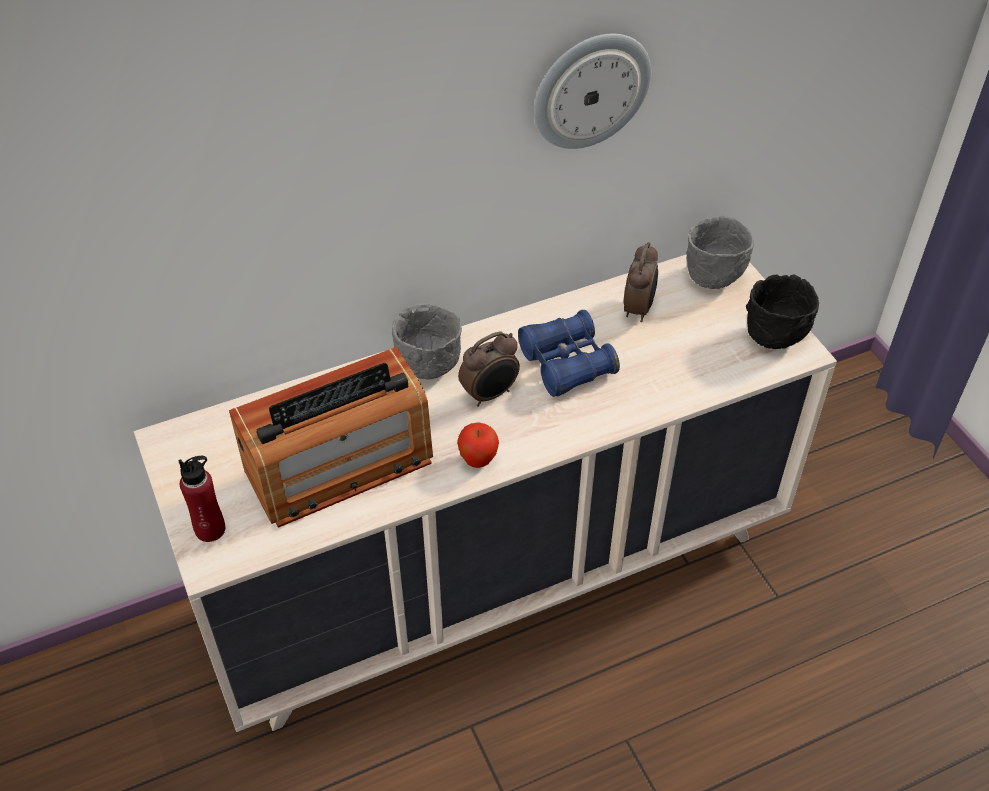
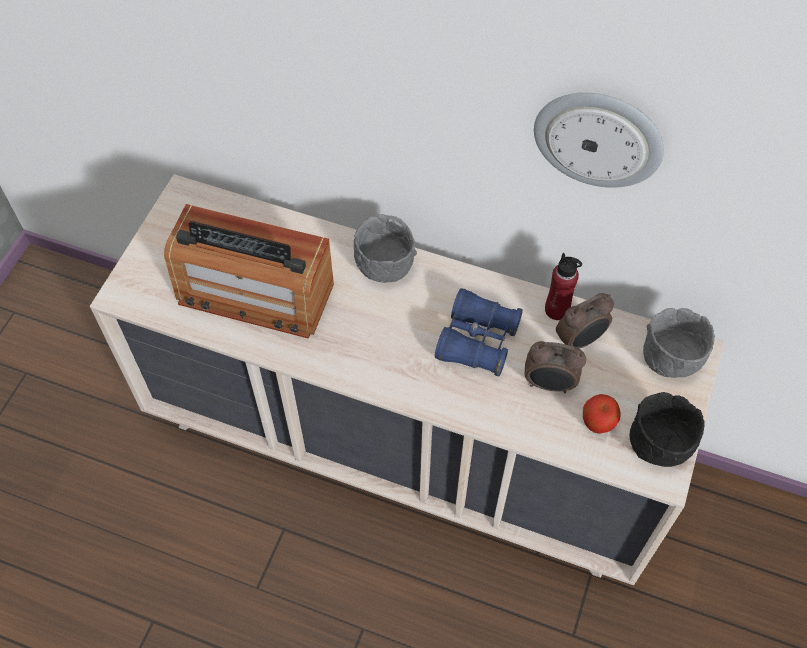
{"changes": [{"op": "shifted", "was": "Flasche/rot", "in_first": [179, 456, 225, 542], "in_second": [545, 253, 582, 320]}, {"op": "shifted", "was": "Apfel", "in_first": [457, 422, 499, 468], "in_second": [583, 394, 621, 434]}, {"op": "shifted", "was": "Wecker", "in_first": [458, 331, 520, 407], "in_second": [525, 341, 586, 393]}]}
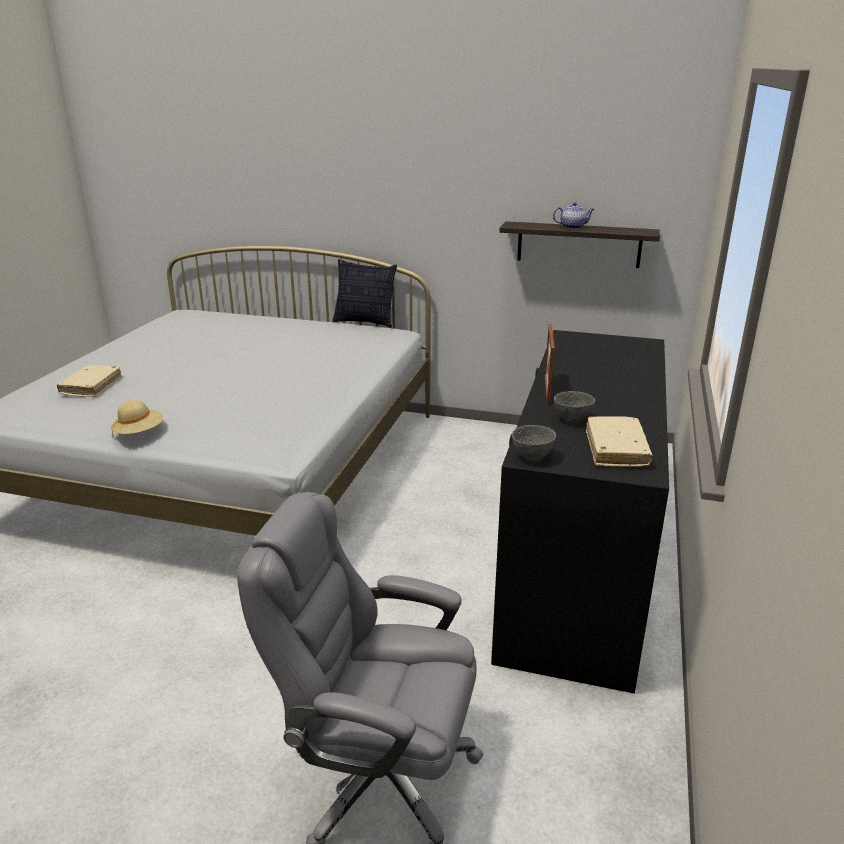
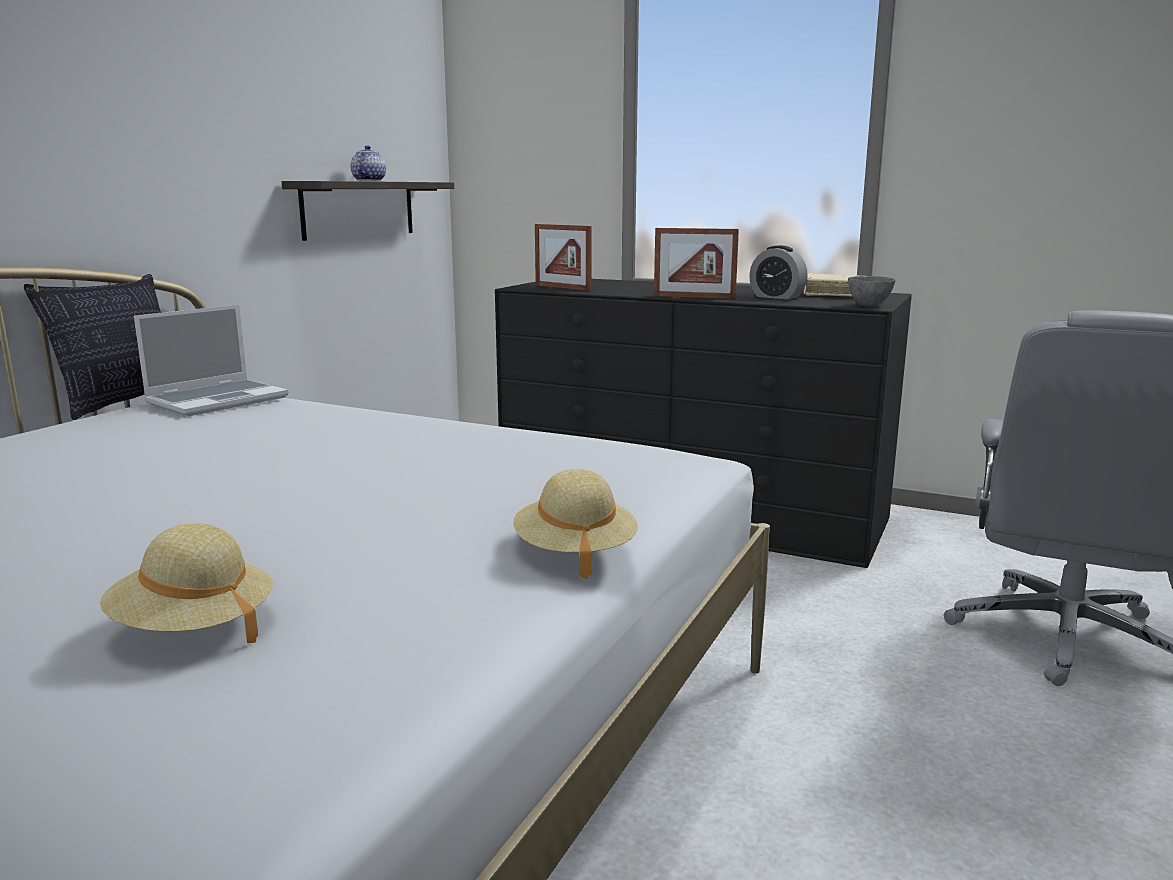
{"changes": [{"op": "new", "now": "Laptop", "in_second": [134, 305, 289, 416]}, {"op": "new", "now": "Bilderrahmen", "in_second": [535, 224, 592, 291]}, {"op": "swapped", "was": "Buch/beige", "now": "Hut/beige", "in_first": [57, 365, 121, 397], "in_second": [100, 523, 273, 643]}, {"op": "swapped", "was": "Schüssel/grau", "now": "Wecker", "in_first": [554, 391, 595, 423], "in_second": [749, 245, 808, 299]}]}
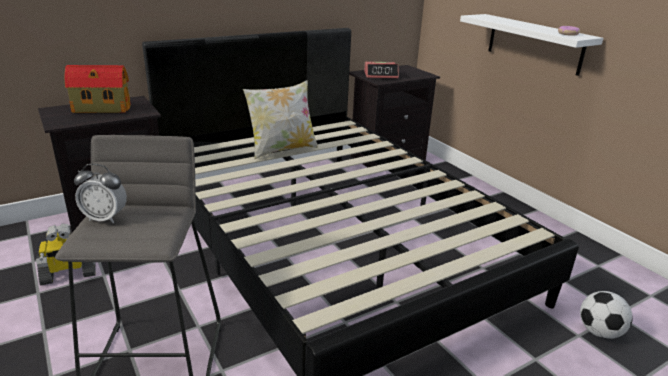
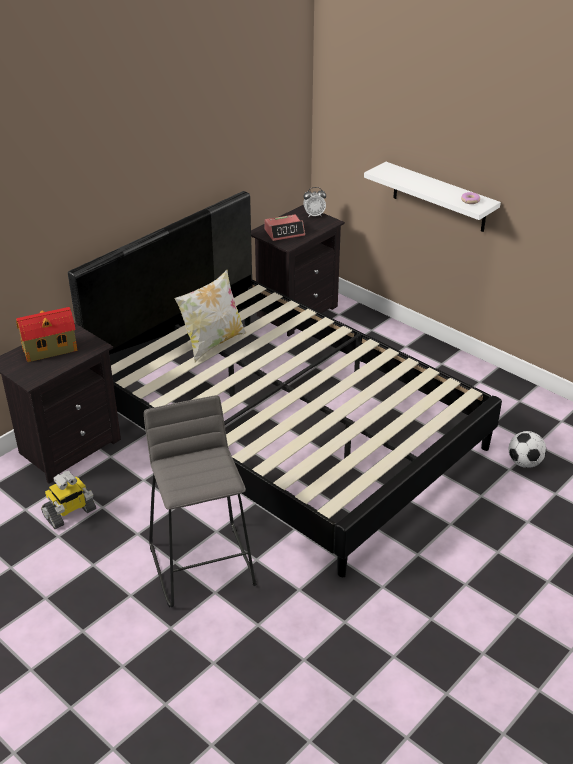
{"changes": [{"op": "shifted", "was": "Wecker", "in_first": [74, 164, 127, 224], "in_second": [303, 187, 326, 217]}]}
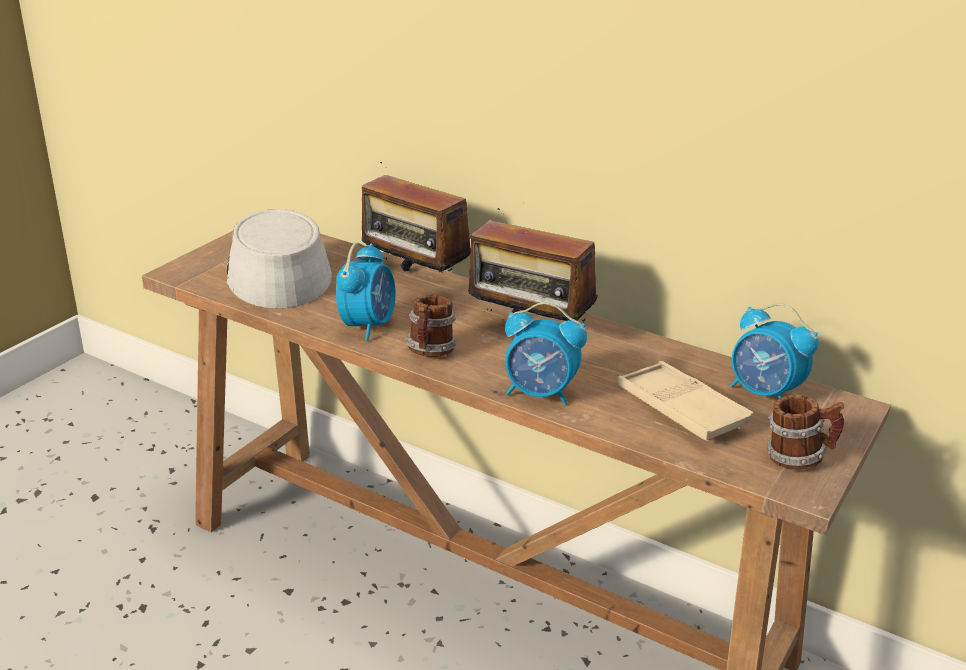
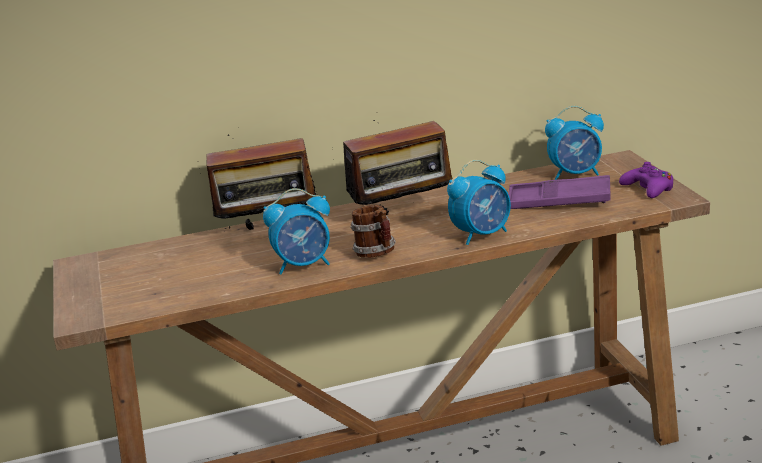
{"changes": [{"op": "gone", "was": "Hut/grau", "in_first": [227, 209, 332, 308]}, {"op": "swapped", "was": "Henkelbecher", "now": "Gamepad/lila", "in_first": [767, 395, 844, 470], "in_second": [619, 162, 674, 198]}, {"op": "repainted", "was": "Tablett/beige", "now": "Tablett/lila", "in_first": [617, 361, 754, 441], "in_second": [508, 175, 611, 209]}, {"op": "rotated", "was": "Wecker", "in_first": [336, 243, 396, 341], "in_second": [263, 188, 330, 274], "clockwise": 105}]}
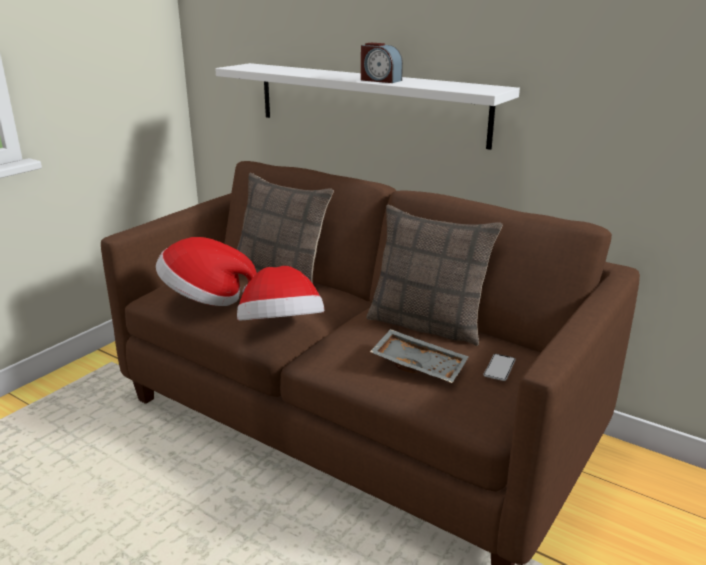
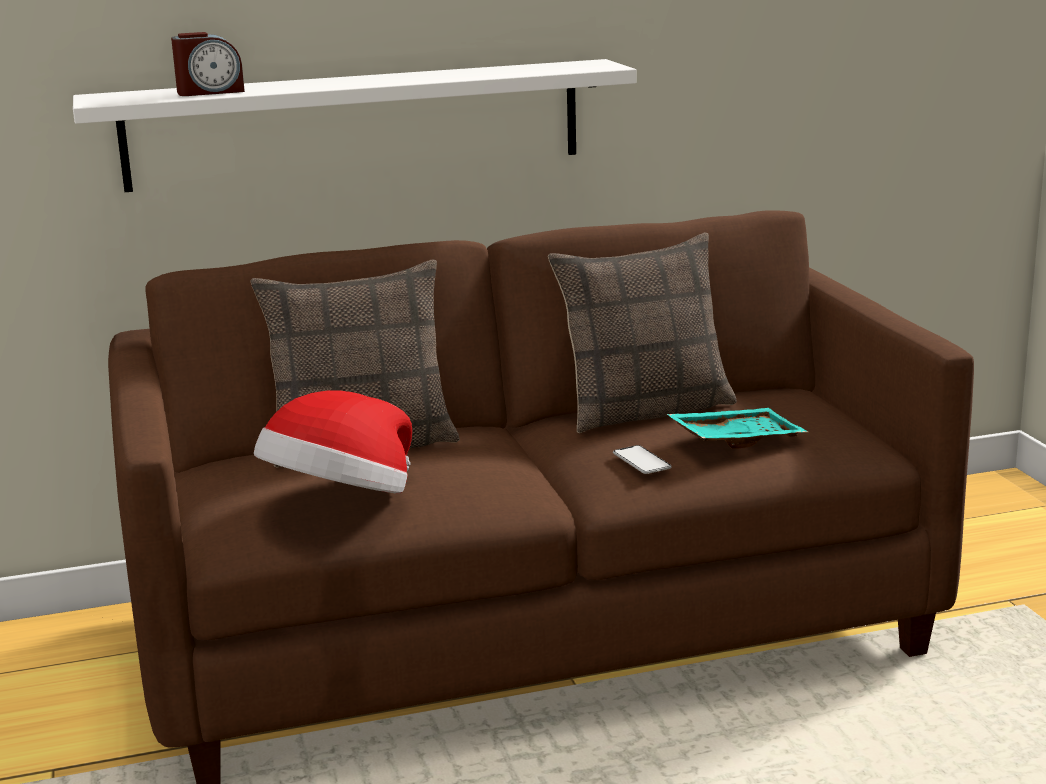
{"changes": [{"op": "gone", "was": "Hut", "in_first": [237, 266, 324, 321]}, {"op": "shifted", "was": "Wecker", "in_first": [361, 43, 403, 83], "in_second": [171, 32, 245, 96]}, {"op": "shifted", "was": "Handy", "in_first": [483, 354, 516, 381], "in_second": [613, 445, 672, 474]}, {"op": "repainted", "was": "Tablett/grau", "now": "Tablett/türkis", "in_first": [370, 329, 469, 383], "in_second": [666, 408, 808, 449]}]}
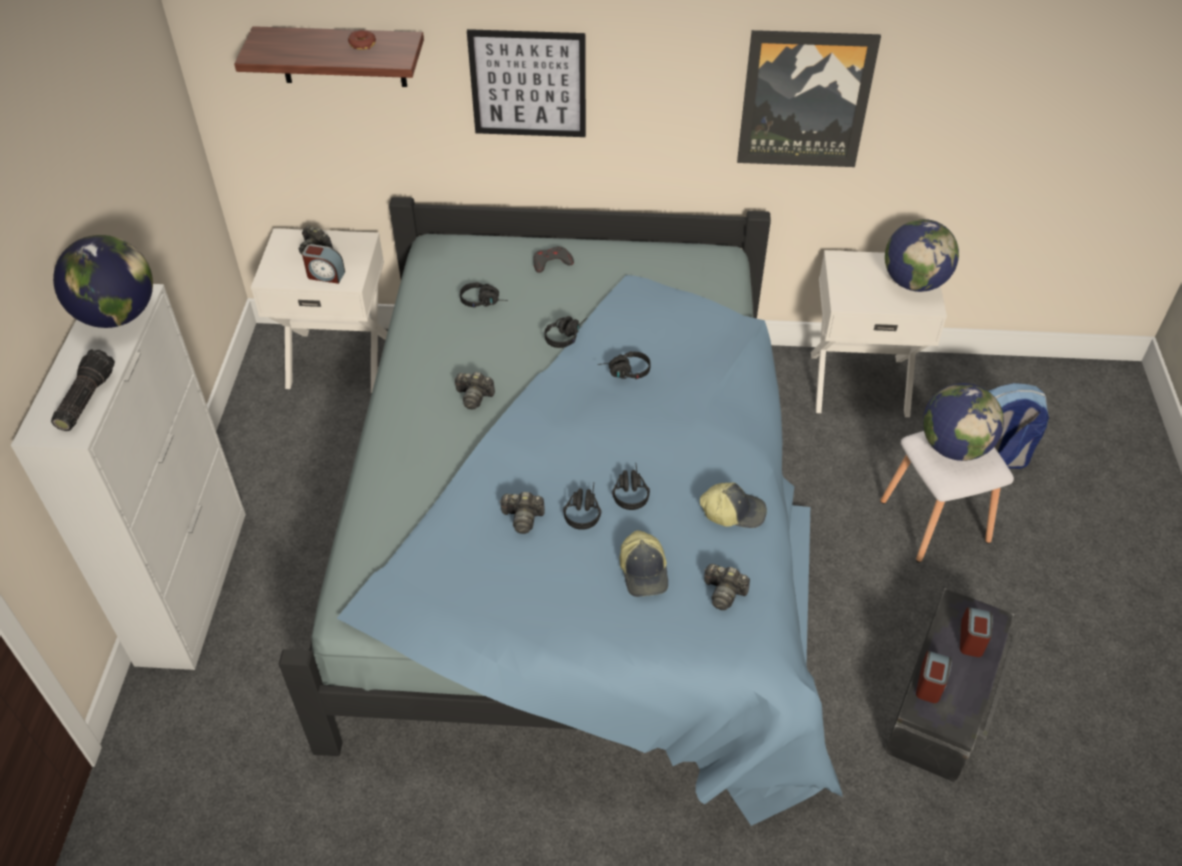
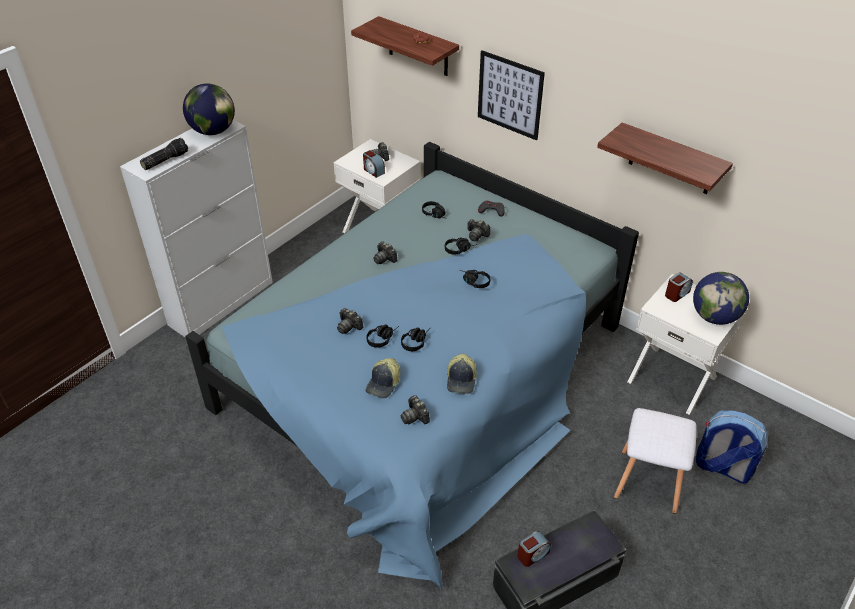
{"changes": [{"op": "gone", "was": "Globus", "in_first": [923, 383, 1004, 461]}, {"op": "new", "now": "Kamera", "in_second": [467, 219, 490, 241]}, {"op": "shifted", "was": "Wecker", "in_first": [960, 607, 993, 657], "in_second": [665, 273, 693, 302]}, {"op": "swapped", "was": "Bild", "now": "Wandregal", "in_first": [737, 30, 881, 167], "in_second": [597, 122, 733, 194]}, {"op": "rotated", "was": "Kappe", "in_first": [700, 482, 767, 528], "in_second": [447, 354, 477, 394], "clockwise": 60}]}
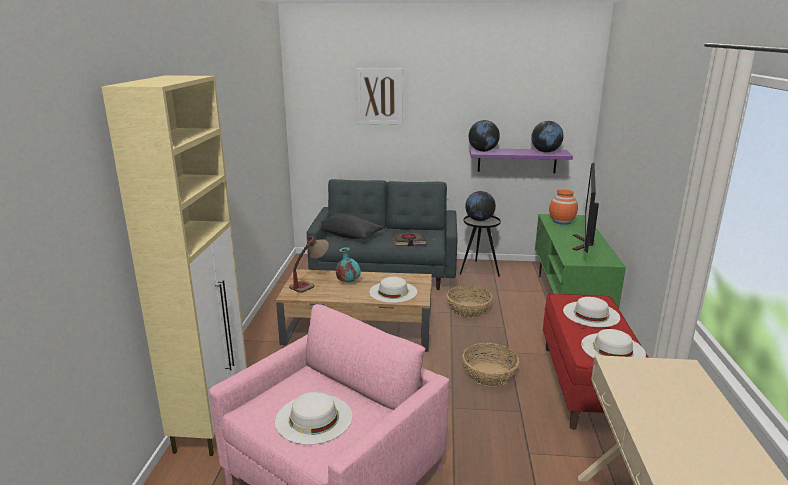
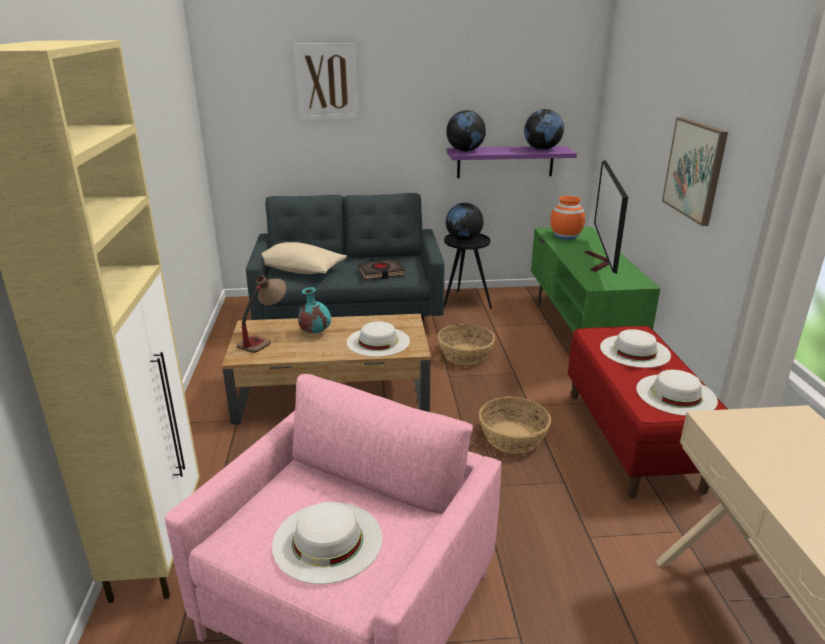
{"changes": [{"op": "new", "now": "Bild", "in_second": [662, 117, 728, 226]}, {"op": "repainted", "was": "Kissen/schwarz", "now": "Kissen/beige", "in_first": [321, 214, 384, 239], "in_second": [262, 242, 347, 274]}]}
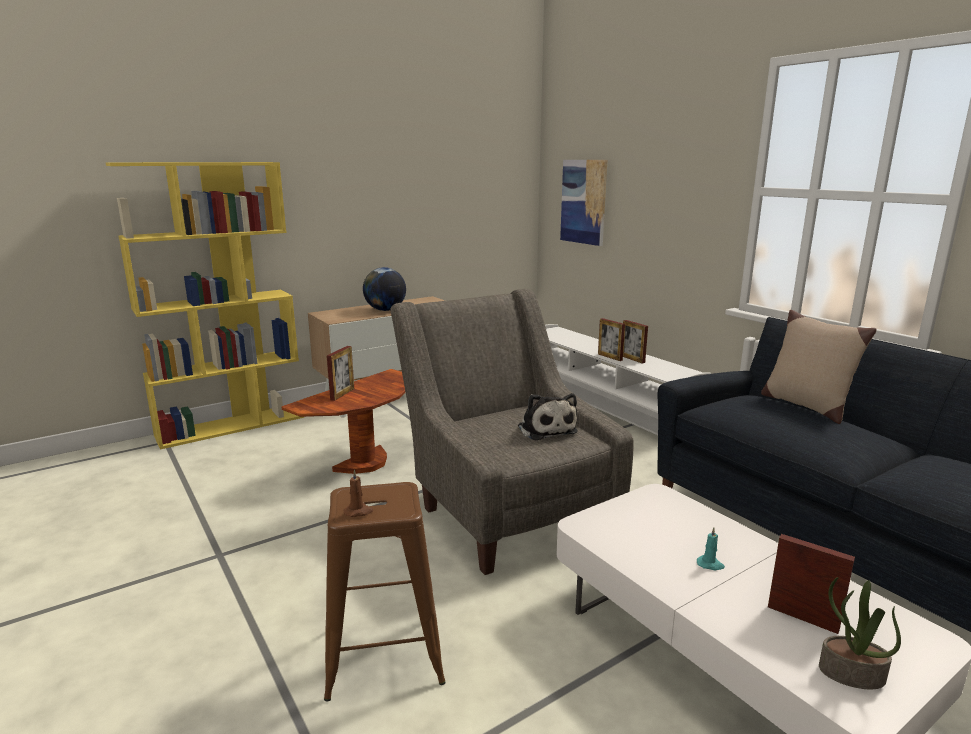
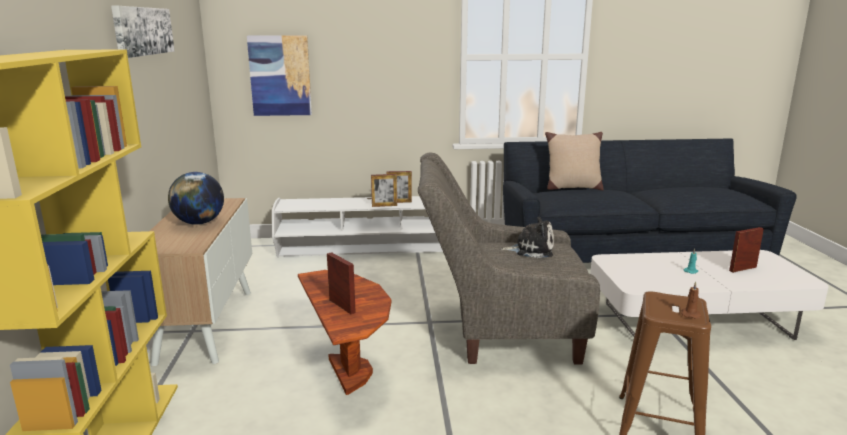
{"changes": [{"op": "gone", "was": "Topfpflanze", "in_first": [819, 577, 901, 690]}, {"op": "new", "now": "Bild", "in_second": [111, 6, 174, 58]}]}
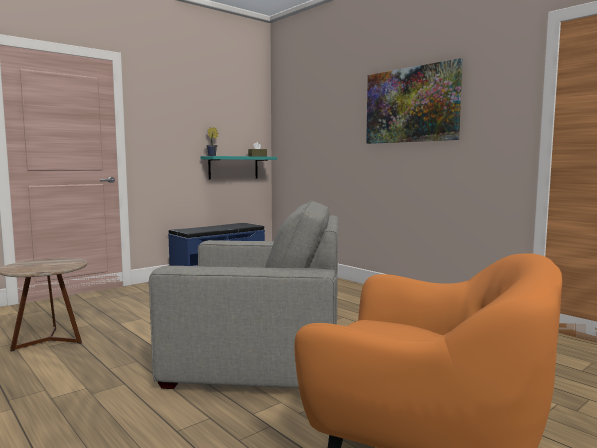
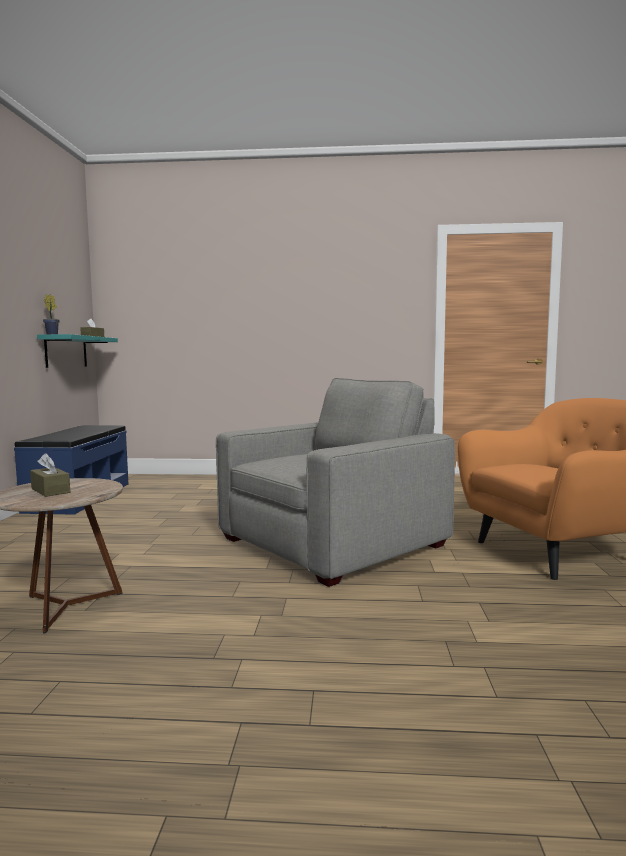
{"changes": [{"op": "gone", "was": "Bild", "in_first": [366, 58, 463, 144]}, {"op": "new", "now": "Taschentuchbox/braun", "in_second": [30, 453, 70, 497]}]}
